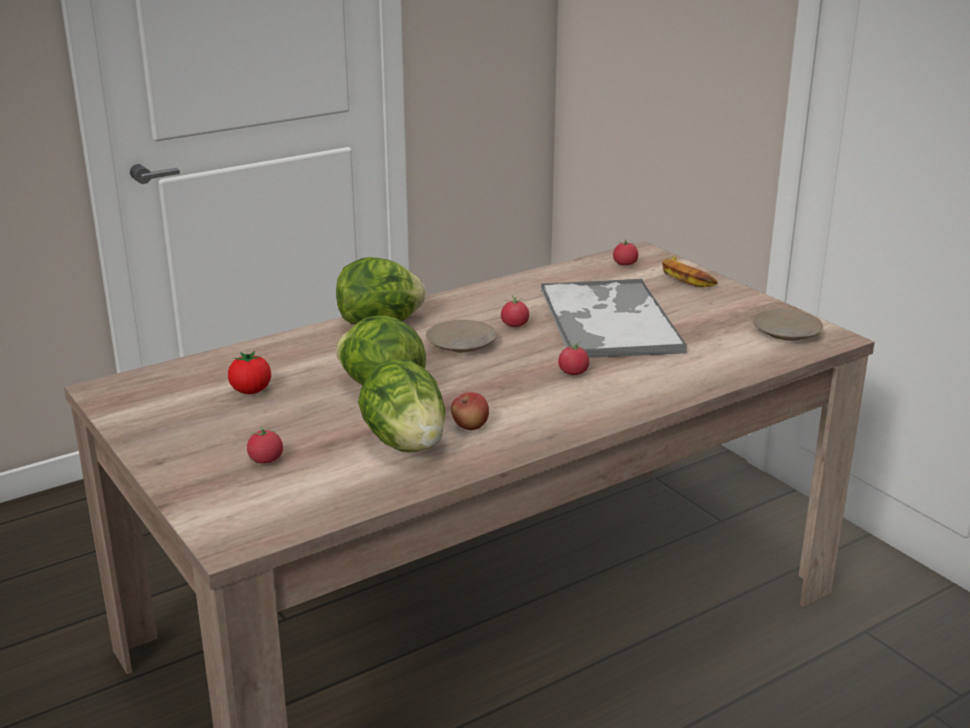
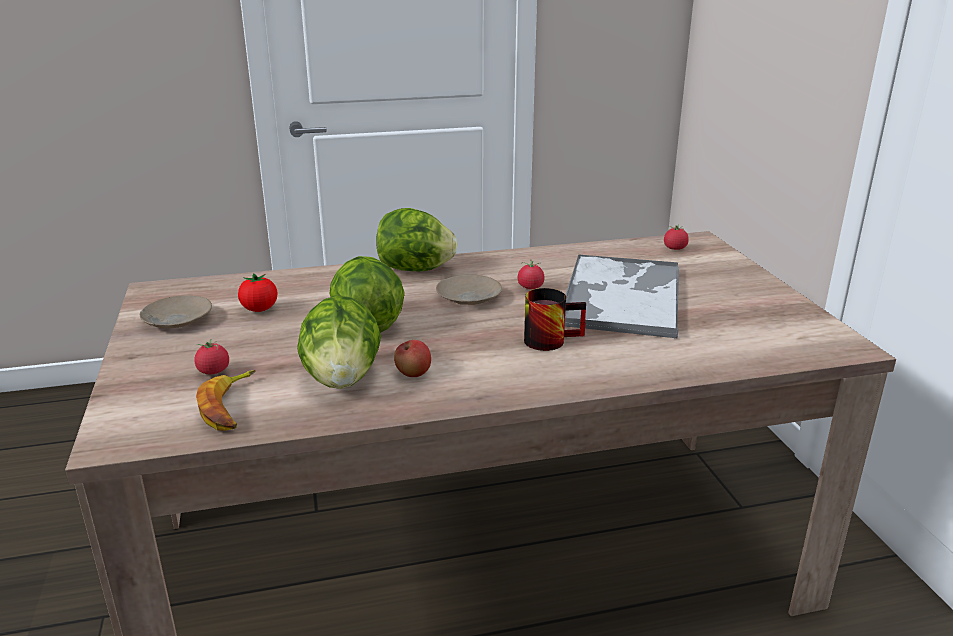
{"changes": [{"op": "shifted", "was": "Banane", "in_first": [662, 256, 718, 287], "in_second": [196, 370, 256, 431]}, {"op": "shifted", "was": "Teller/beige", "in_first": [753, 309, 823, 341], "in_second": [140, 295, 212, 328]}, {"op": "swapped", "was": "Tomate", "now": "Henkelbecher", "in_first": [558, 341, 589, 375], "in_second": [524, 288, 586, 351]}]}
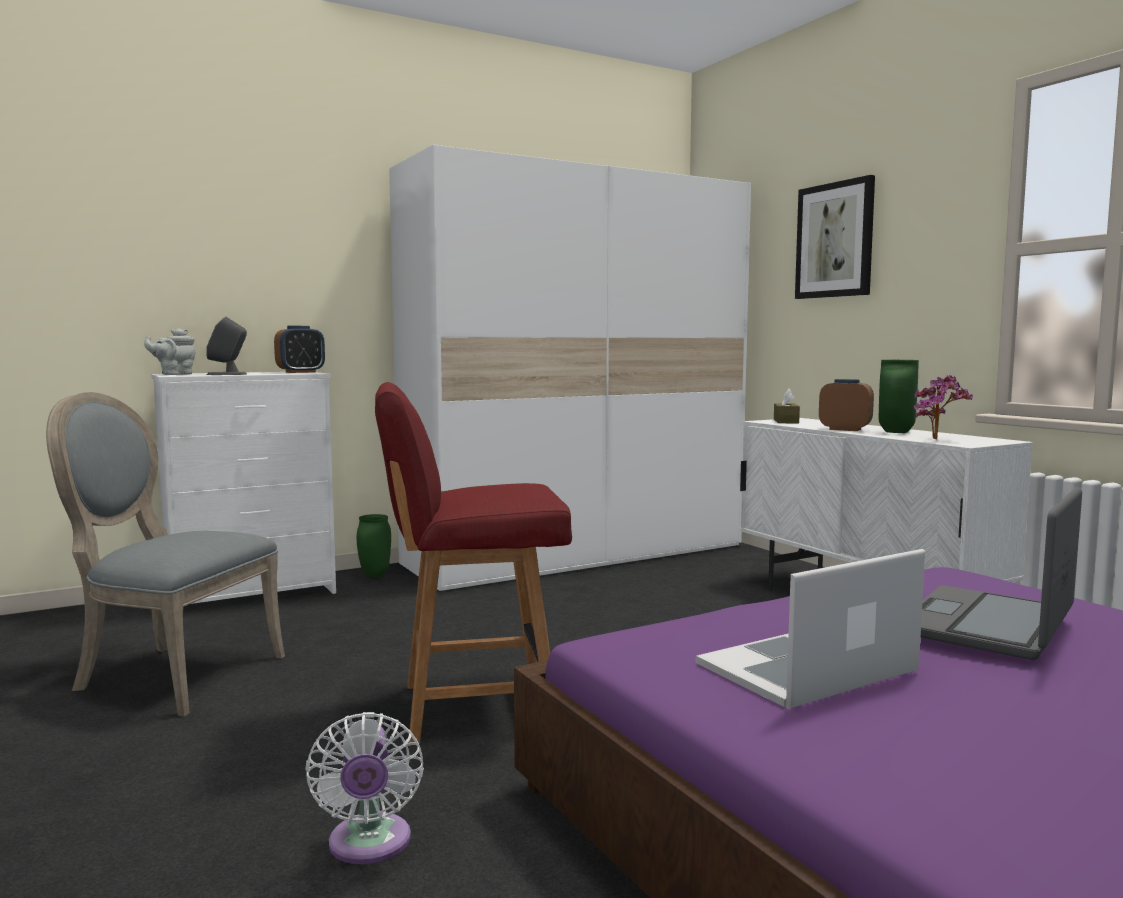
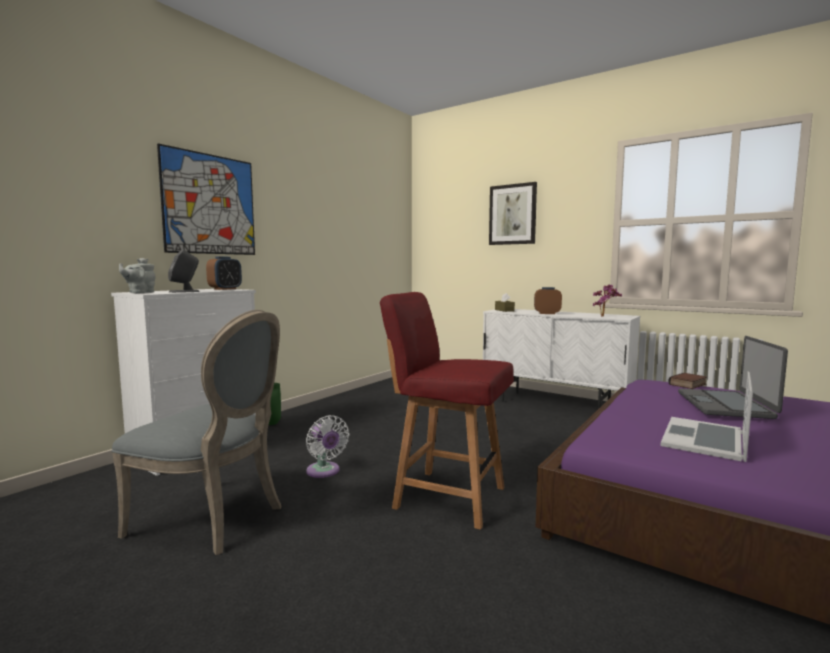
{"changes": [{"op": "gone", "was": "Kleiderschrank/weiß", "in_first": [389, 144, 751, 592]}, {"op": "gone", "was": "Vase/grün", "in_first": [879, 360, 919, 433]}, {"op": "new", "now": "Bild", "in_second": [157, 143, 255, 255]}, {"op": "new", "now": "Buch", "in_second": [668, 373, 707, 389]}, {"op": "shifted", "was": "Ventilator/weiß", "in_first": [305, 712, 424, 864], "in_second": [306, 415, 349, 478]}, {"op": "rotated", "was": "Stuhl/grau", "in_first": [46, 392, 285, 717], "in_second": [111, 310, 281, 555], "clockwise": -150}, {"op": "rotated", "was": "Stuhl/rot", "in_first": [375, 382, 572, 746], "in_second": [380, 292, 514, 530], "clockwise": 60}]}
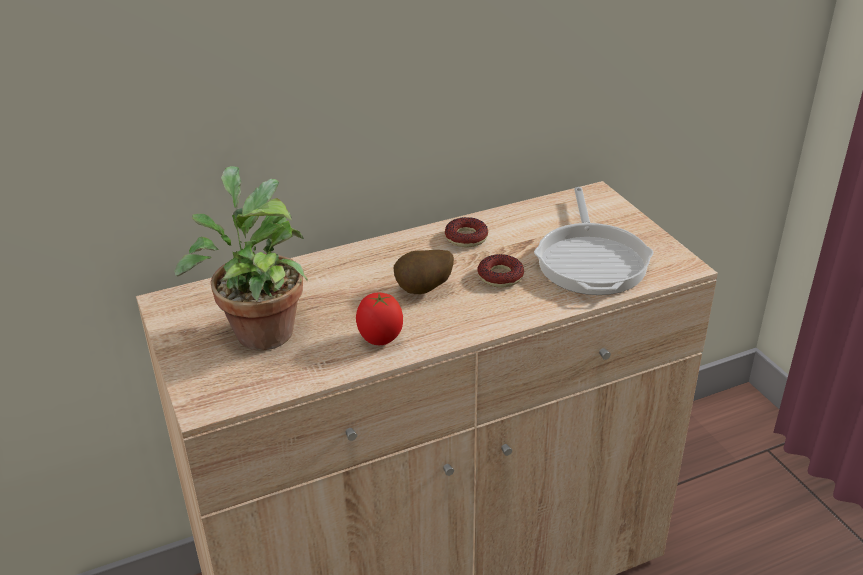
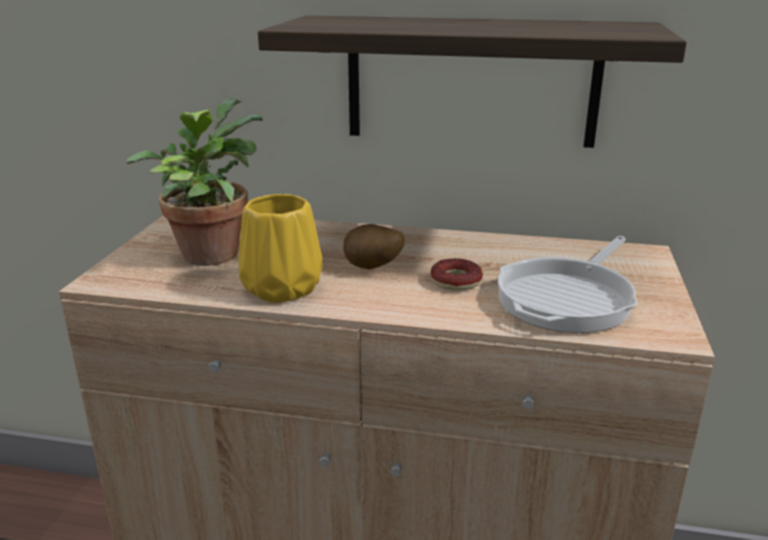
{"changes": [{"op": "gone", "was": "Donut", "in_first": [445, 217, 488, 247]}, {"op": "new", "now": "Wandregal", "in_second": [258, 15, 687, 148]}, {"op": "swapped", "was": "Tomate", "now": "Vase/gelb", "in_first": [356, 293, 403, 345], "in_second": [239, 194, 323, 303]}]}
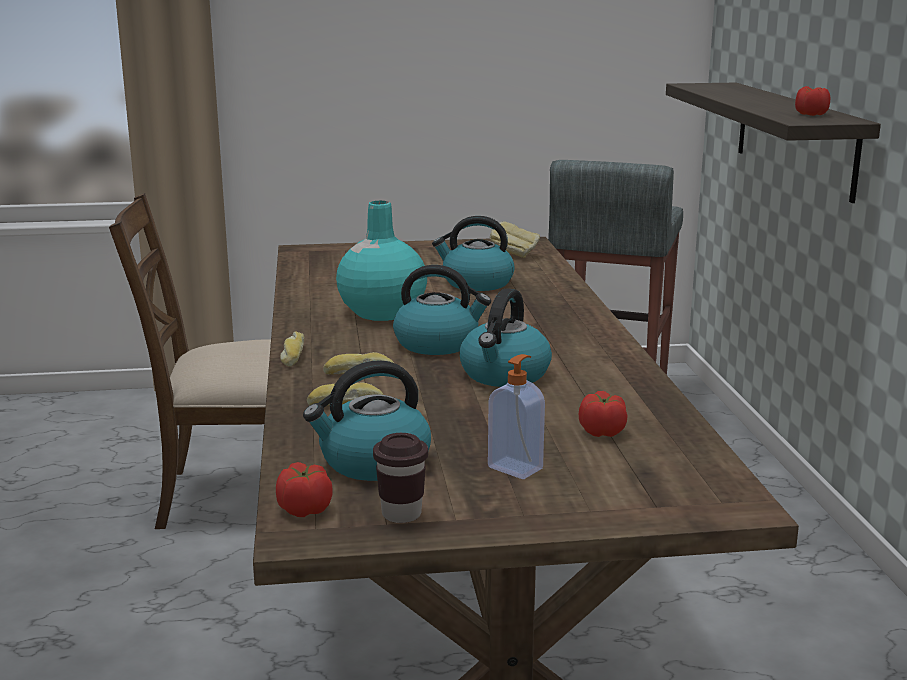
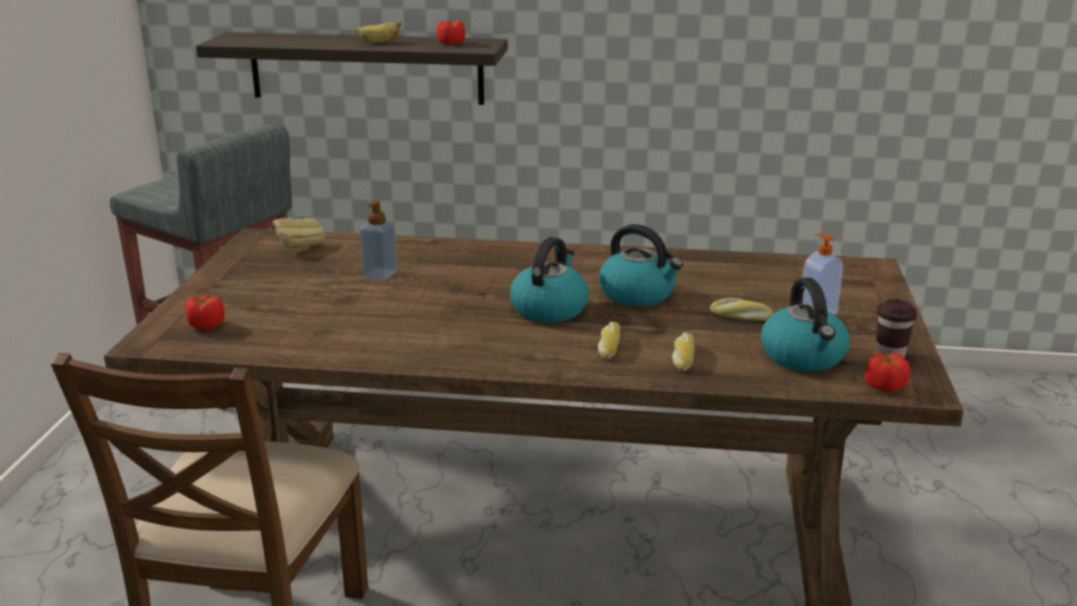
{"changes": [{"op": "gone", "was": "Vase/türkis", "in_first": [336, 201, 427, 321]}, {"op": "new", "now": "Banane", "in_second": [355, 22, 401, 43]}, {"op": "shifted", "was": "Brot", "in_first": [280, 332, 305, 367], "in_second": [710, 298, 773, 321]}, {"op": "shifted", "was": "Tomate", "in_first": [579, 391, 628, 437], "in_second": [185, 294, 225, 329]}, {"op": "swapped", "was": "Wasserkessel", "now": "Seifenspender", "in_first": [432, 216, 514, 291], "in_second": [360, 200, 397, 280]}]}
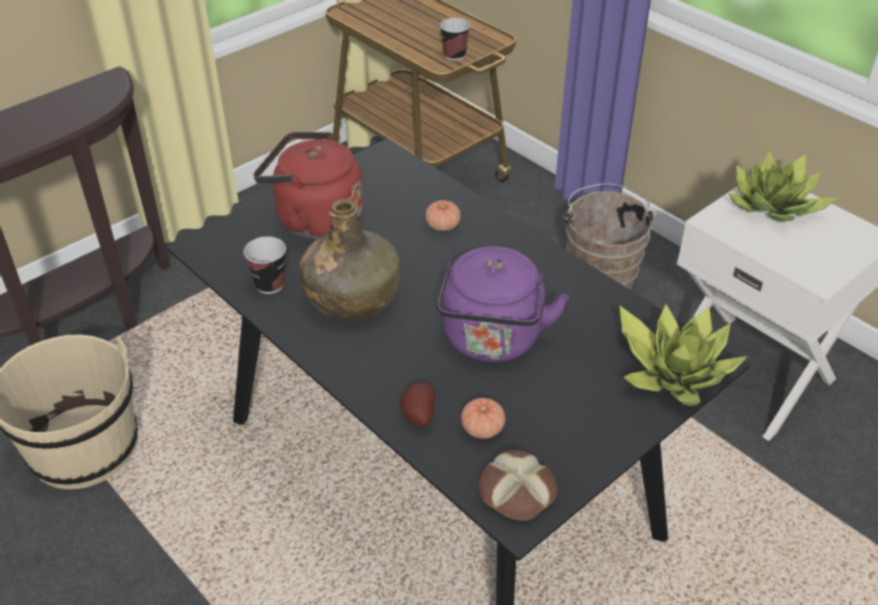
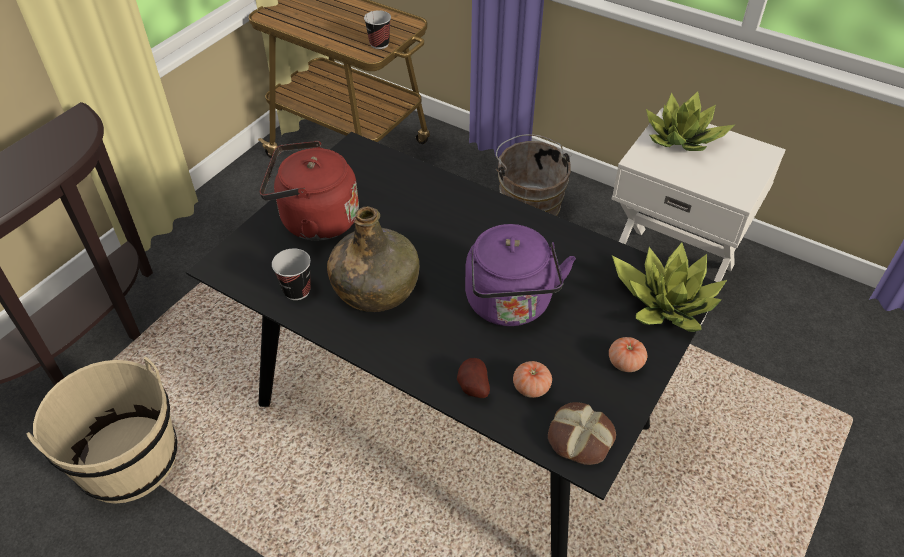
{"changes": [{"op": "shifted", "was": "Tomate", "in_first": [425, 200, 461, 231], "in_second": [609, 337, 647, 372]}]}
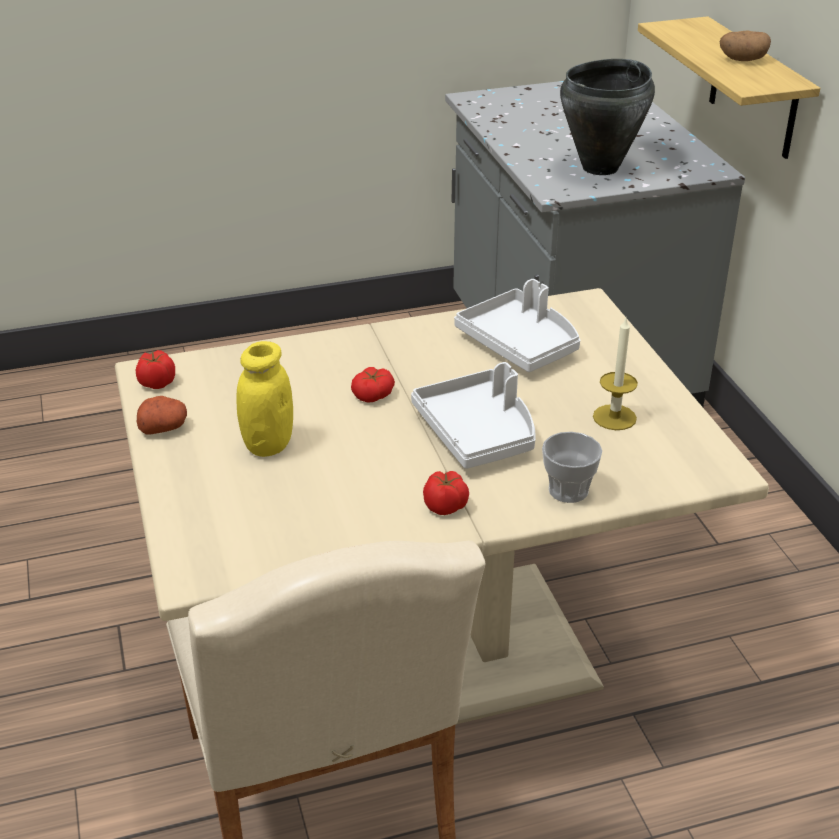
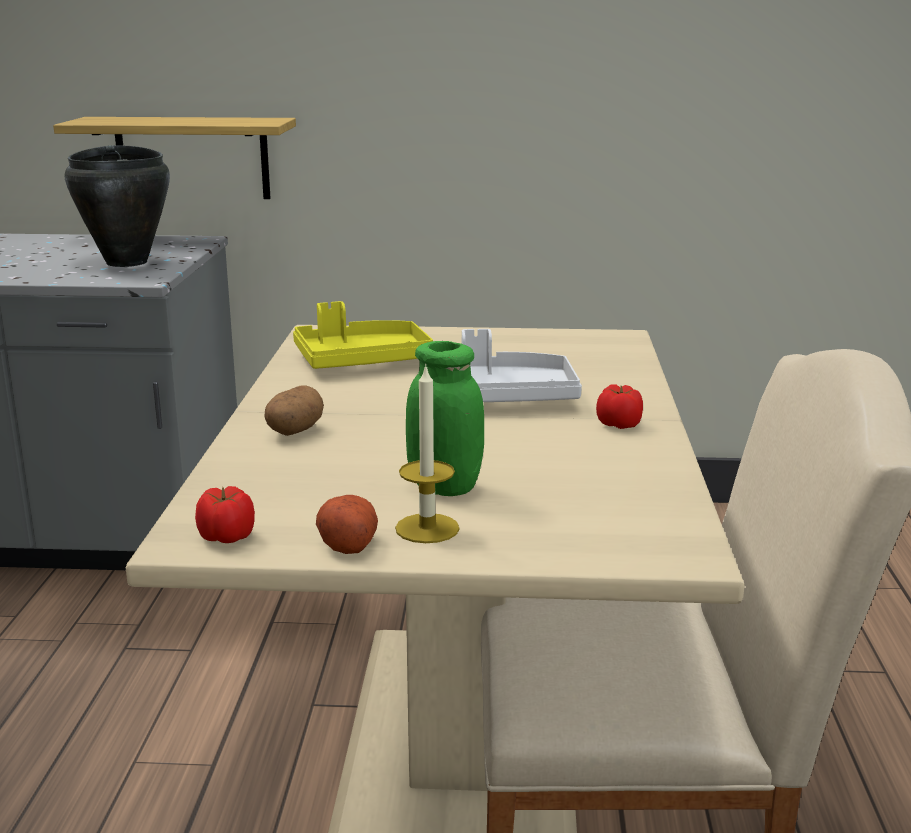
{"changes": [{"op": "gone", "was": "Tomate", "in_first": [351, 367, 395, 403]}, {"op": "gone", "was": "Tasse", "in_first": [542, 432, 602, 503]}, {"op": "shifted", "was": "Kerze", "in_first": [593, 316, 638, 430], "in_second": [395, 364, 460, 543]}, {"op": "shifted", "was": "Kartoffel", "in_first": [719, 31, 771, 61], "in_second": [265, 385, 324, 436]}, {"op": "repainted", "was": "Vorratsglas/gelb", "now": "Vorratsglas/grün", "in_first": [236, 341, 293, 457], "in_second": [406, 341, 484, 496]}, {"op": "repainted", "was": "Tablett/weiß", "now": "Tablett/gelb", "in_first": [454, 279, 580, 372], "in_second": [293, 301, 433, 369]}]}
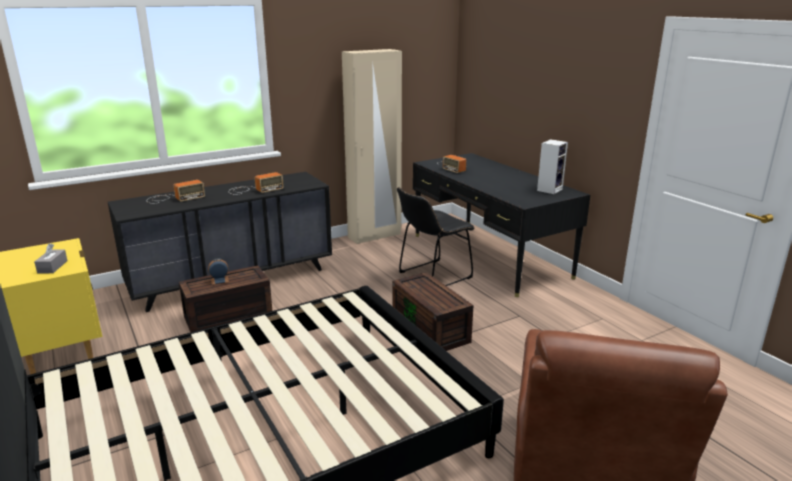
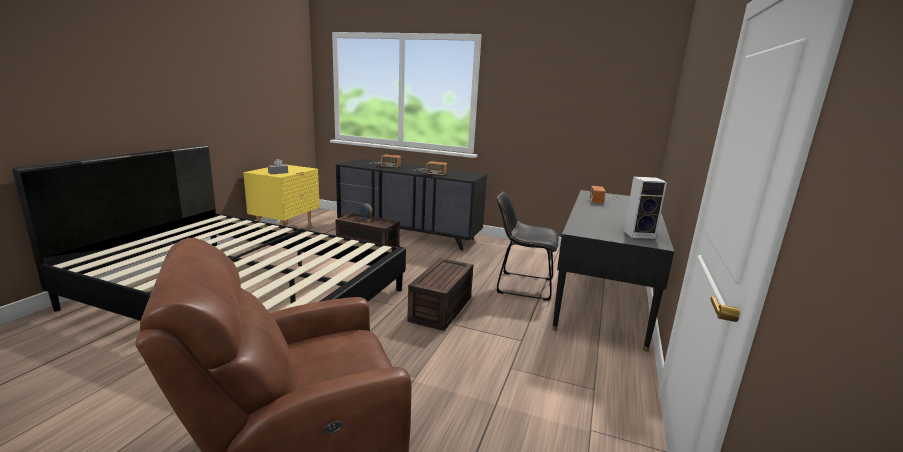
{"changes": [{"op": "gone", "was": "Kleiderschrank/beige", "in_first": [342, 49, 402, 244]}]}
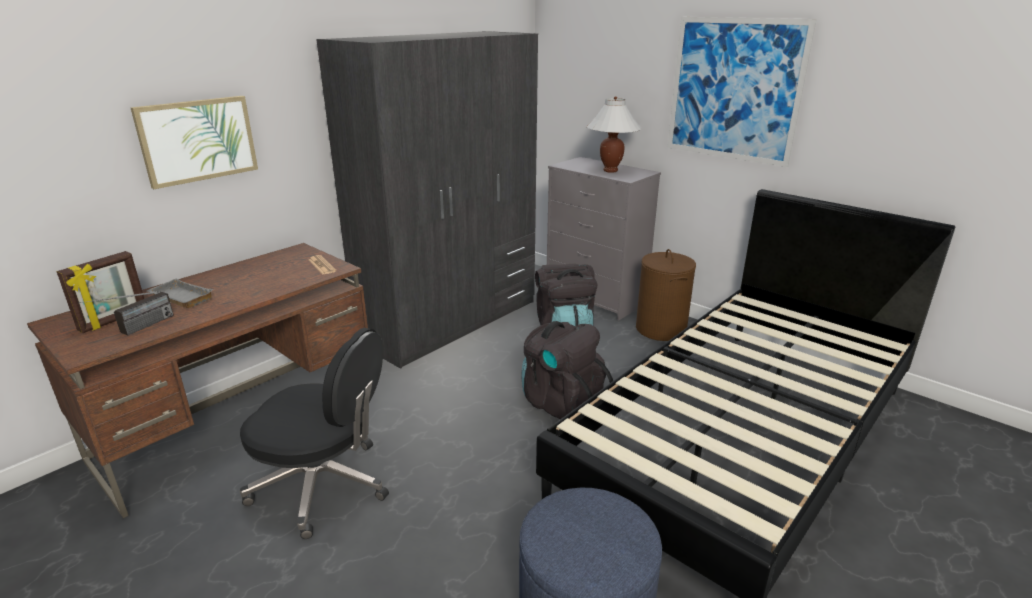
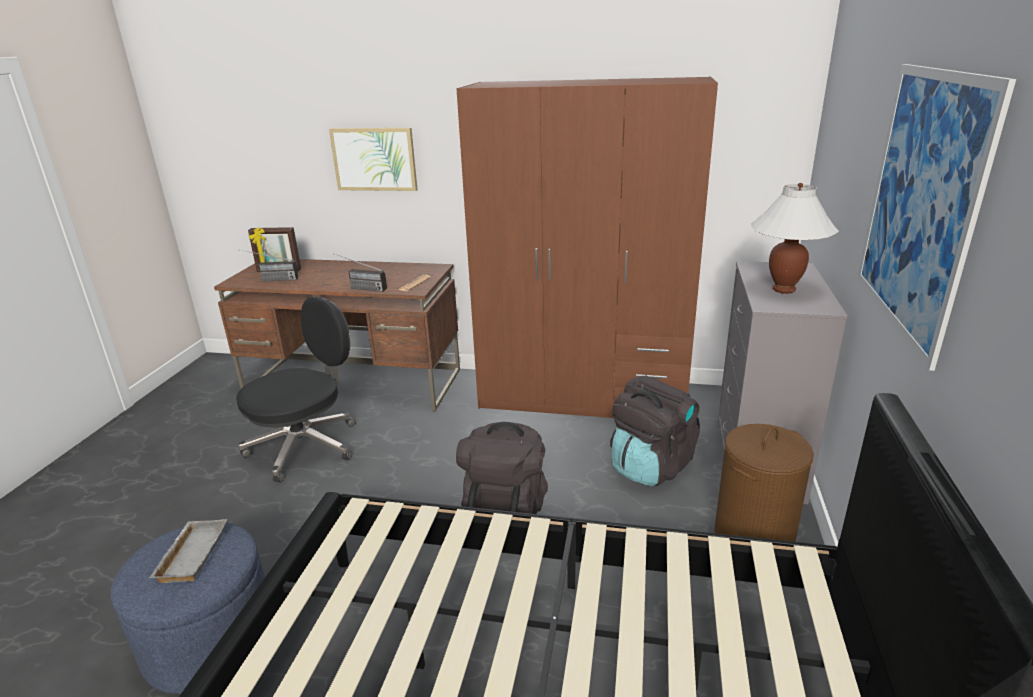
{"changes": [{"op": "new", "now": "Radio", "in_second": [333, 253, 387, 292]}, {"op": "shifted", "was": "Tablett/grau", "in_first": [147, 279, 214, 308], "in_second": [149, 519, 227, 583]}, {"op": "repainted", "was": "Kleiderschrank/grau", "now": "Kleiderschrank/braun", "in_first": [316, 31, 538, 369], "in_second": [456, 77, 718, 418]}, {"op": "rotated", "was": "Bürostuhl/schwarz", "in_first": [240, 328, 389, 539], "in_second": [236, 297, 356, 482], "clockwise": -120}]}
